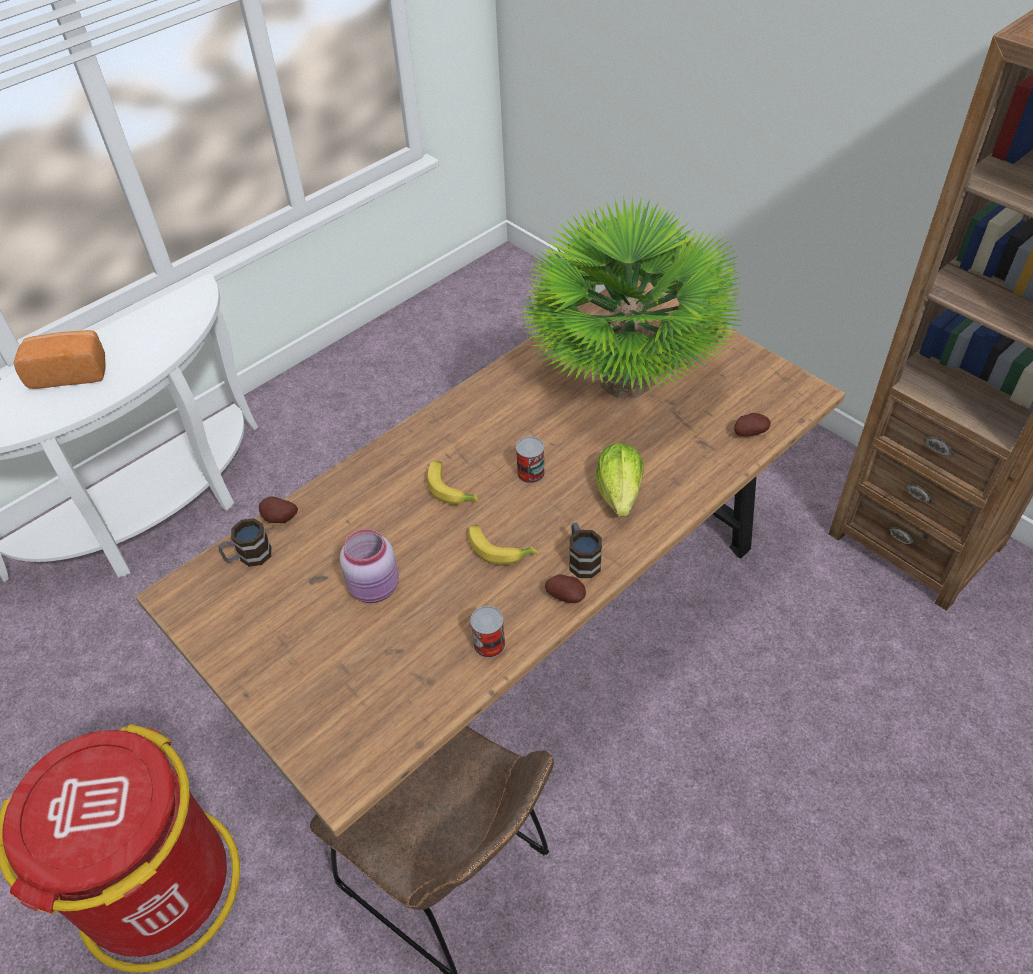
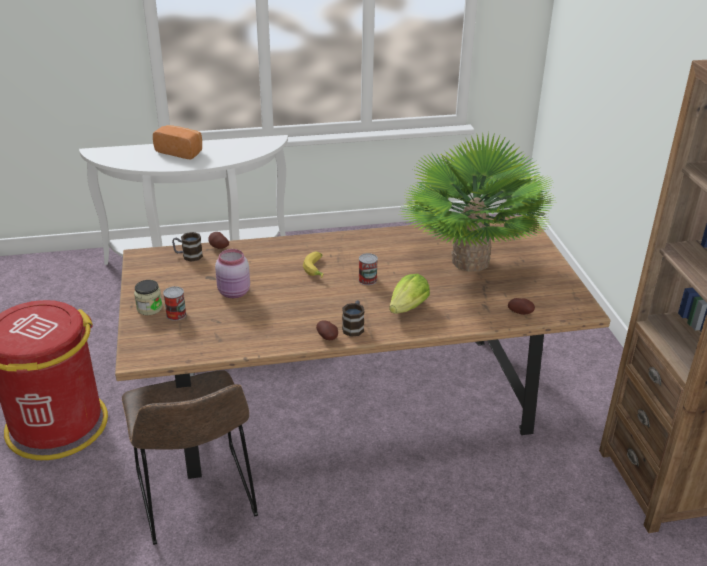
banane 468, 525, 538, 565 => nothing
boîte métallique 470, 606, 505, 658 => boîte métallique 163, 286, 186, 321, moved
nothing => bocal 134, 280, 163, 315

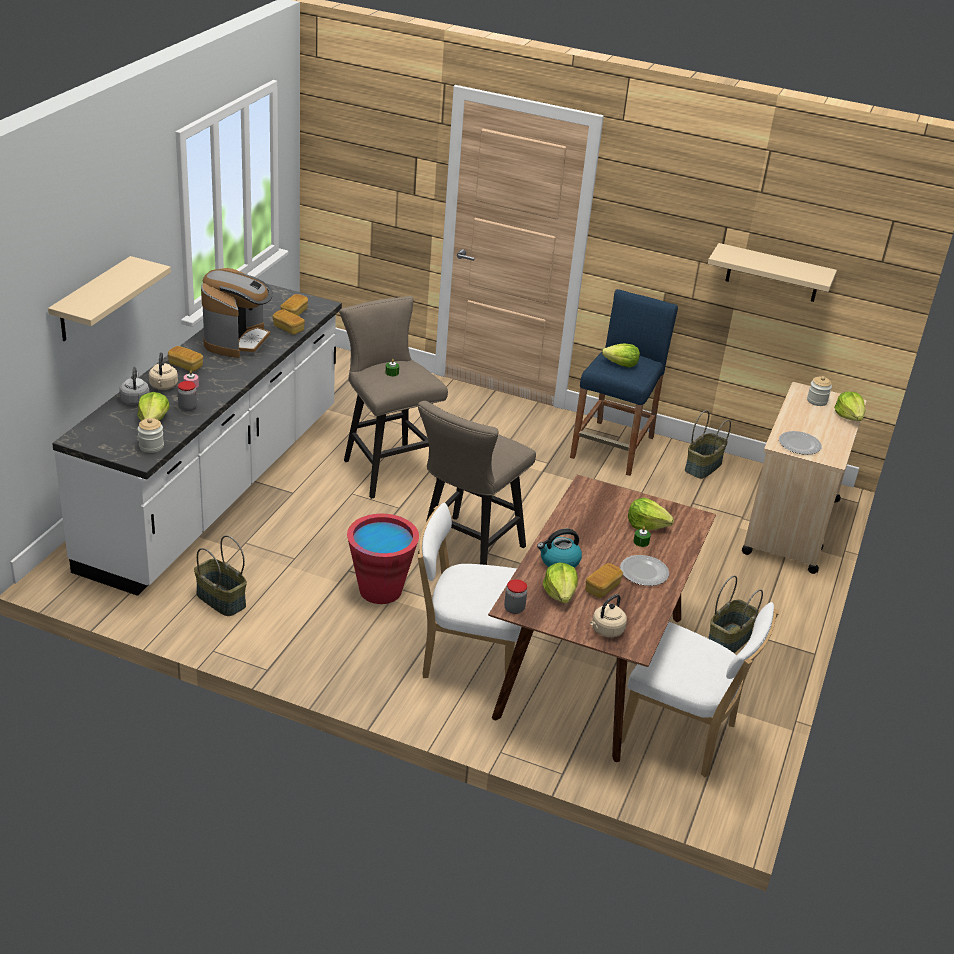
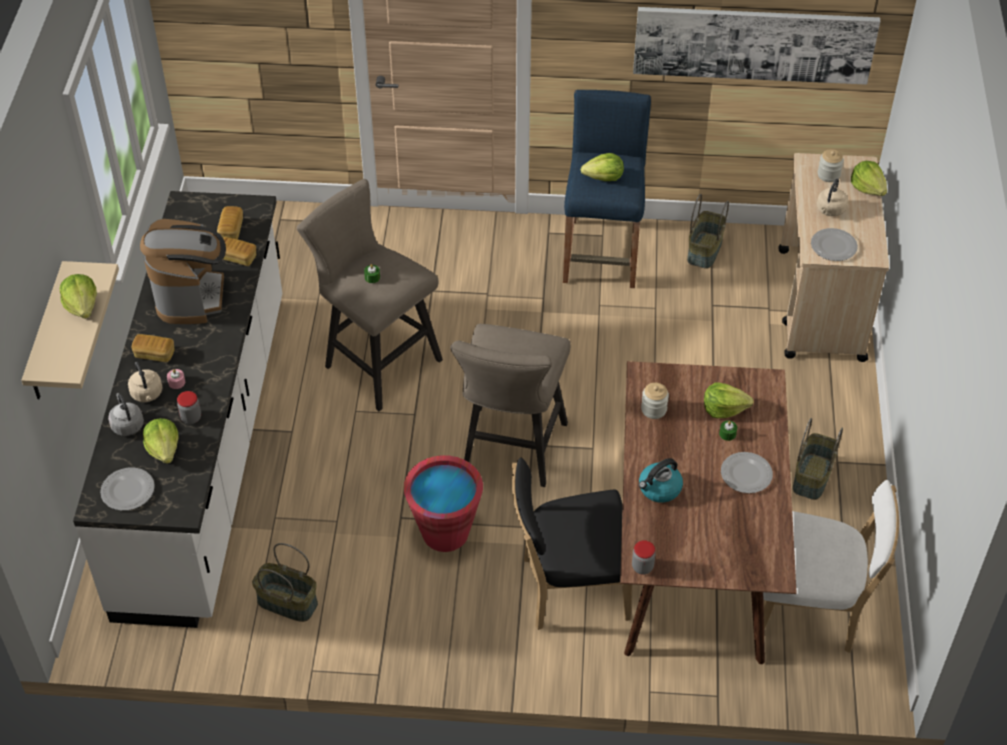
bocal 138, 418, 164, 453 => bocal 641, 383, 669, 419, moved
chaise/blanc 417, 503, 522, 678 => chaise/noir 511, 457, 632, 630
laitue 543, 562, 578, 603 => laitue 60, 274, 97, 319, moved
pain 585, 563, 623, 598 => nothing
bouilloire/beige 590, 594, 627, 637 => bouilloire/beige 817, 178, 848, 216, moved
étagère/beige 708, 243, 837, 302 => tableau 633, 7, 880, 85
nothing => assiette 100, 468, 155, 511

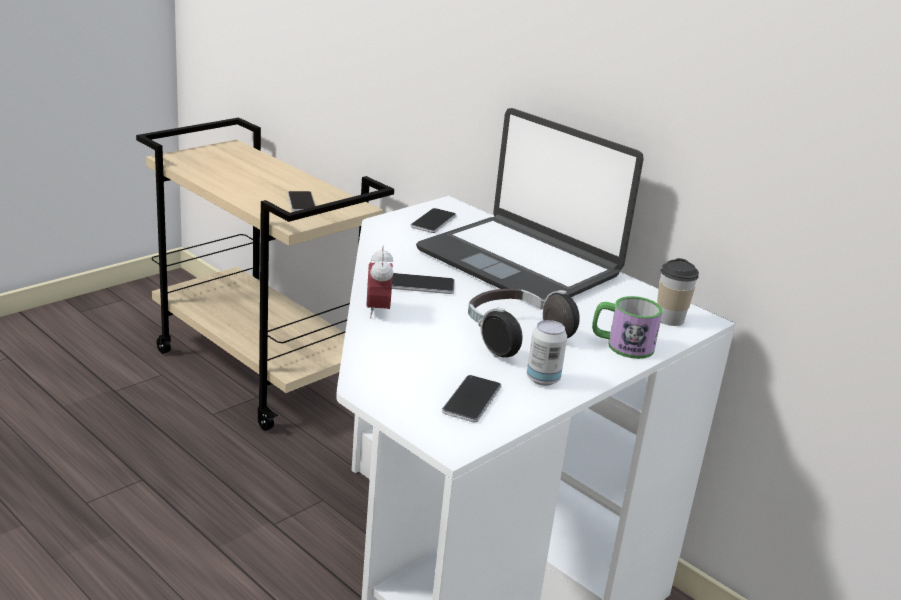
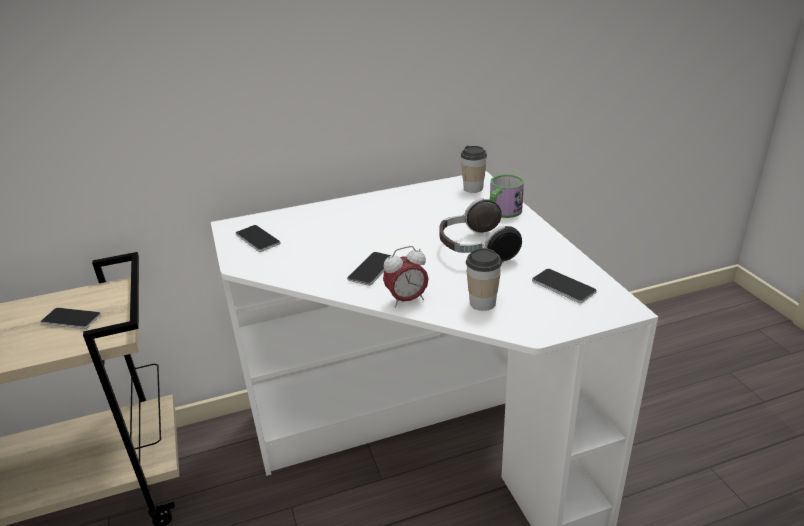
réveil 366, 246, 393, 319 => réveil 383, 246, 429, 308, 45 degrees counterclockwise
ordinateur portable 416, 108, 644, 300 => nothing
boîte métallique 527, 320, 567, 386 => nothing
nothing => tasse 466, 248, 502, 311

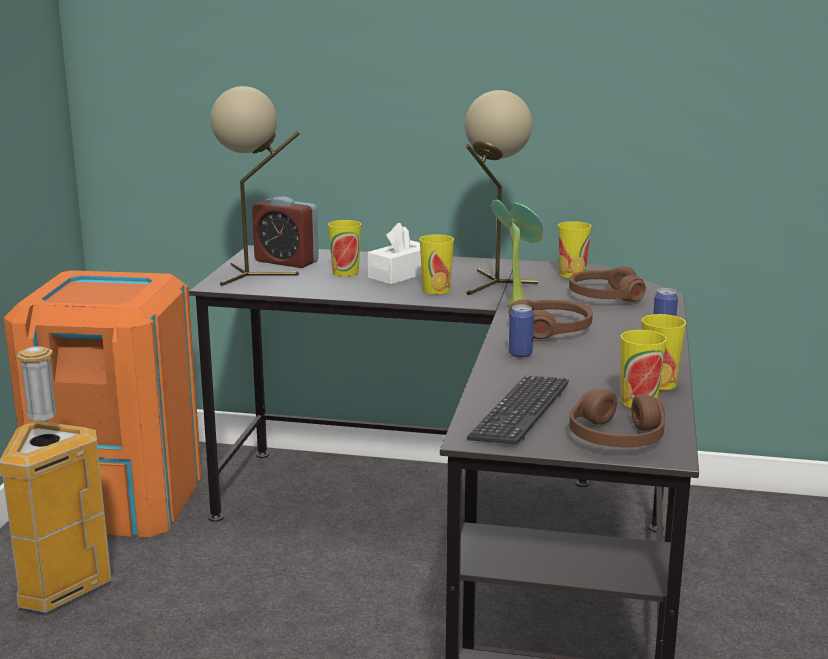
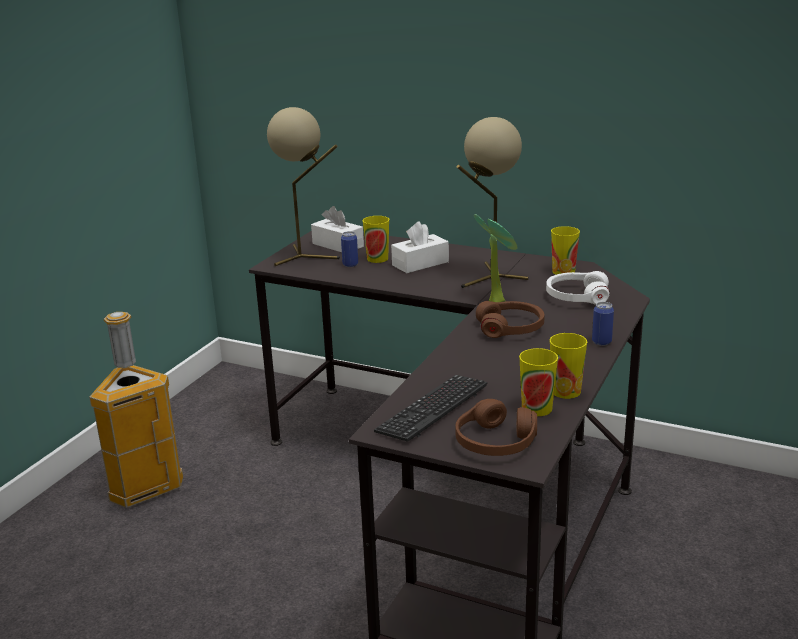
poubelle/orange 3, 270, 202, 538 => nothing
réveil 252, 196, 319, 268 => boîte à mouchoirs/blanc 311, 206, 364, 252
tasse 420, 235, 454, 294 => nothing
boîte métallique 509, 305, 534, 358 => boîte métallique 341, 231, 358, 267, moved
casque audio/marron 569, 266, 646, 302 => casque audio/blanc 546, 271, 610, 305

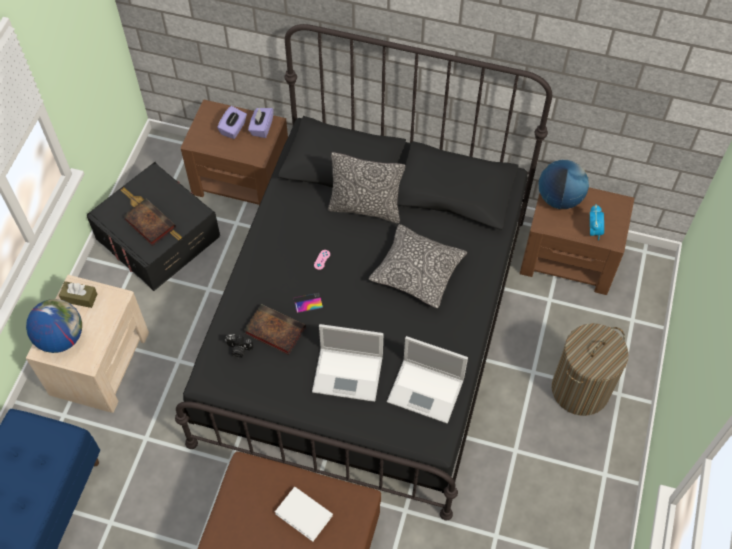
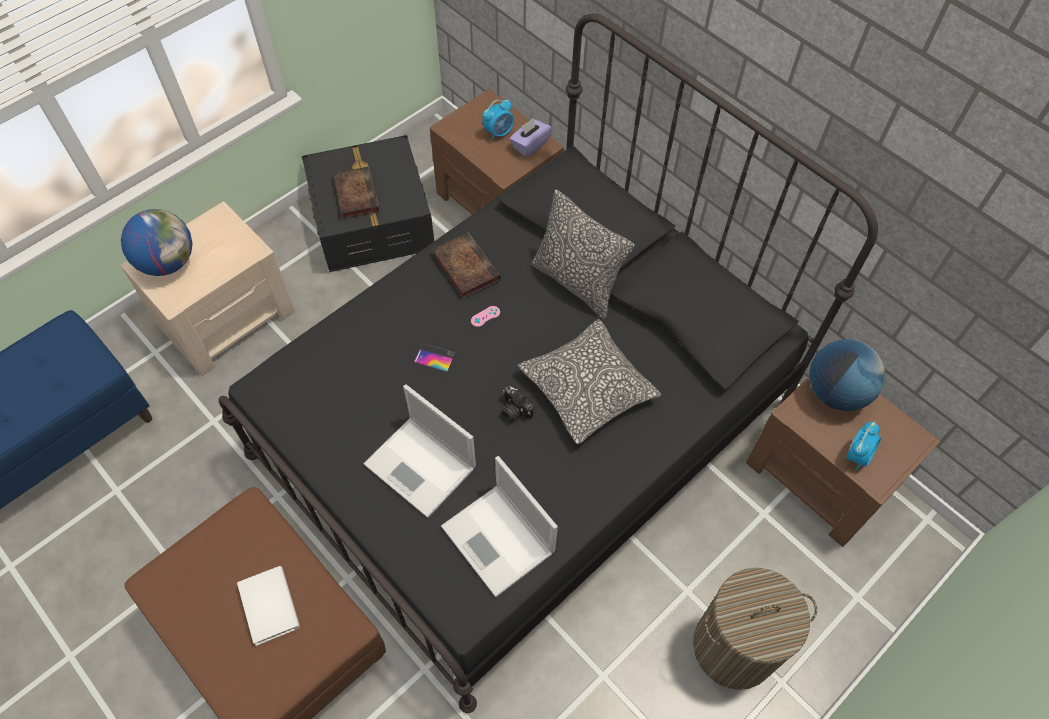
boîte à mouchoirs/marron 59, 281, 97, 308 => nothing
boîte à mouchoirs/violet 217, 106, 247, 139 => réveil 482, 100, 514, 141
appareil photo 225, 334, 253, 358 => appareil photo 502, 386, 533, 422, moved
livre 244, 304, 306, 355 => livre 432, 232, 501, 299, moved

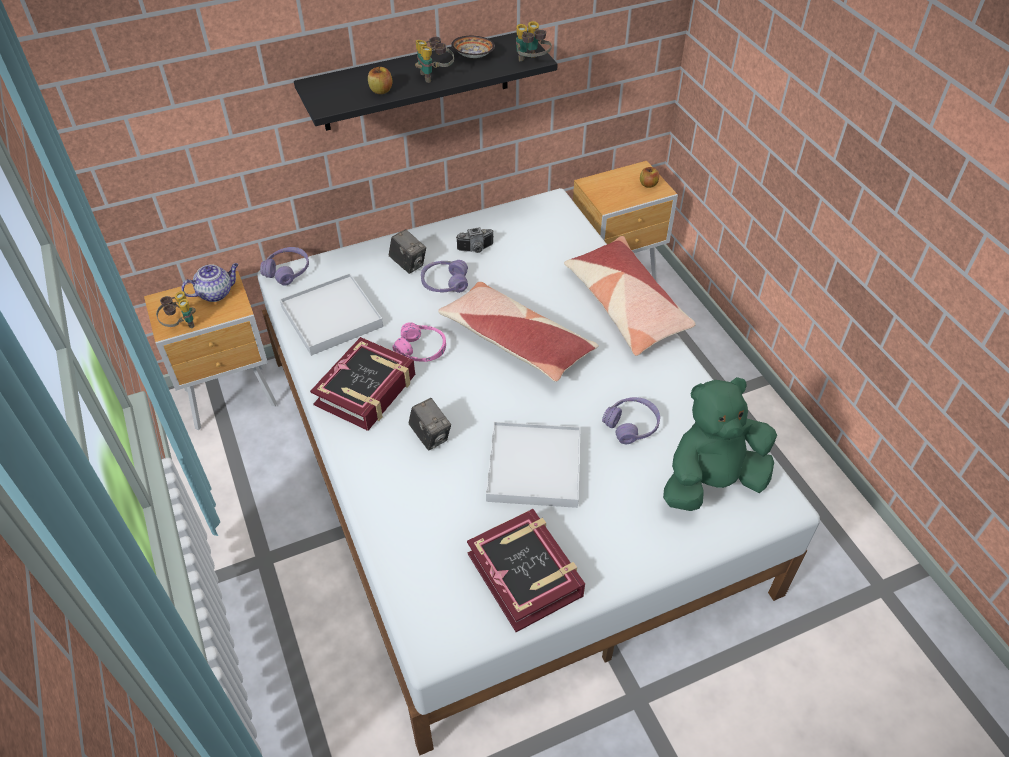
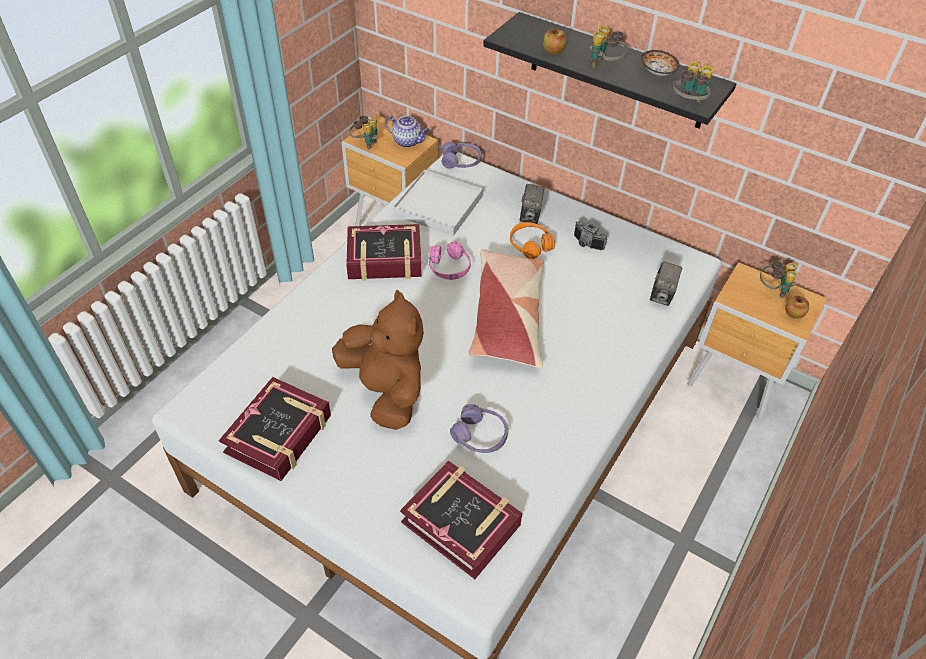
appareil photo 409, 398, 451, 450 => appareil photo 650, 261, 682, 306, moved
casque audio/violet 421, 260, 468, 293 => casque audio/orange 510, 222, 555, 259
plateau/blanc 486, 422, 581, 508 => peluche/marron 332, 290, 424, 430
coussin 564, 236, 696, 356 => nothing
peluche/vert 663, 377, 777, 511 => livre 400, 461, 522, 579
nothing => jumelles 760, 260, 797, 298

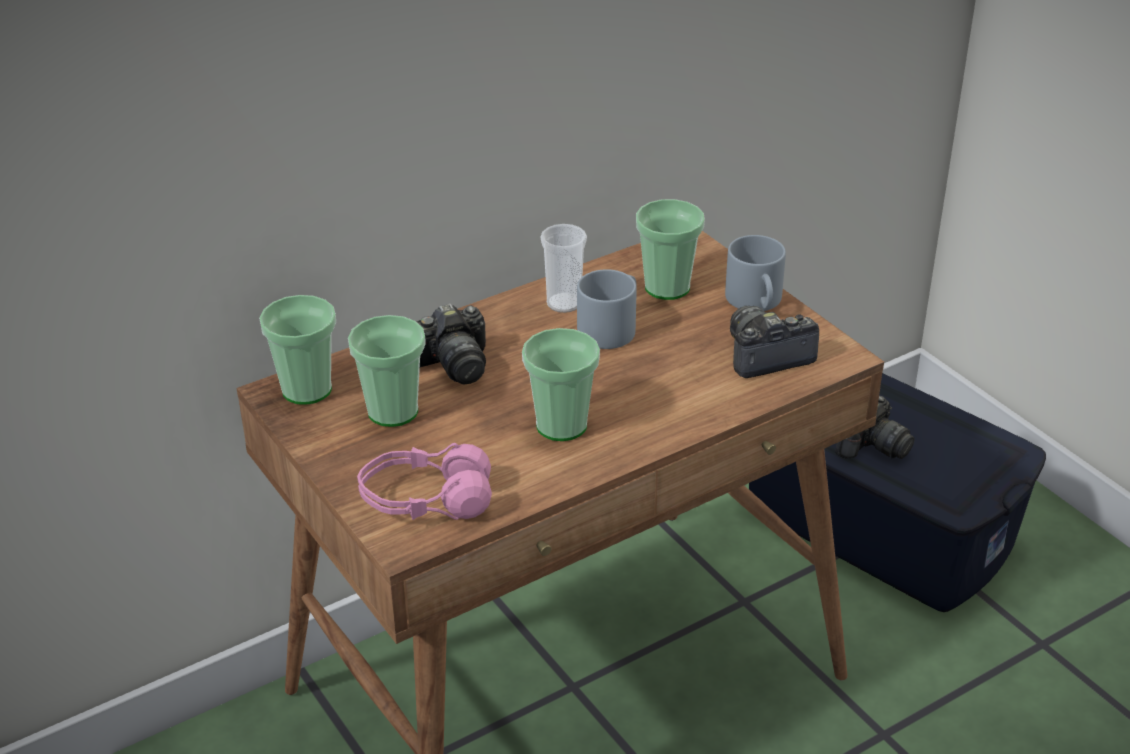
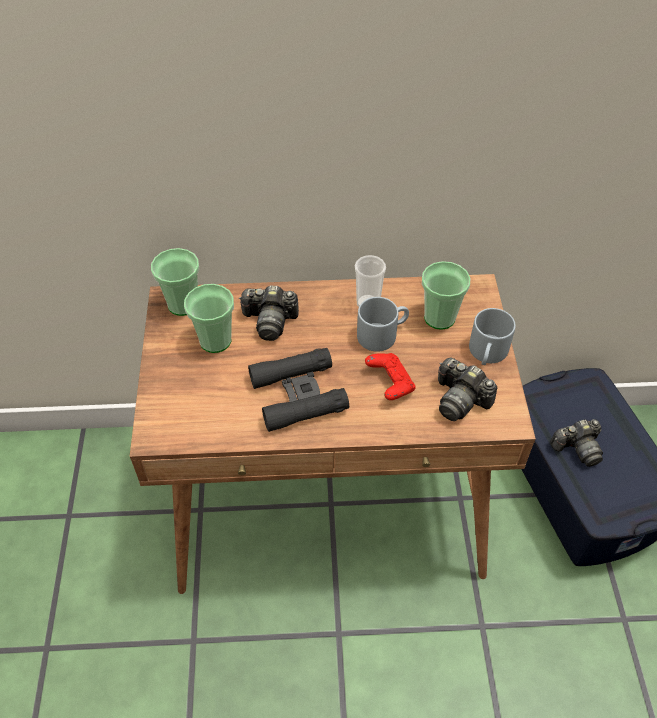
casque audio/rose 357, 443, 492, 520 => nothing
tasse 522, 328, 600, 441 => jumelles/noir 248, 348, 349, 432
appareil photo 730, 306, 819, 378 => appareil photo 438, 358, 497, 421, 150 degrees counterclockwise
nothing => manette/rouge 365, 353, 416, 400

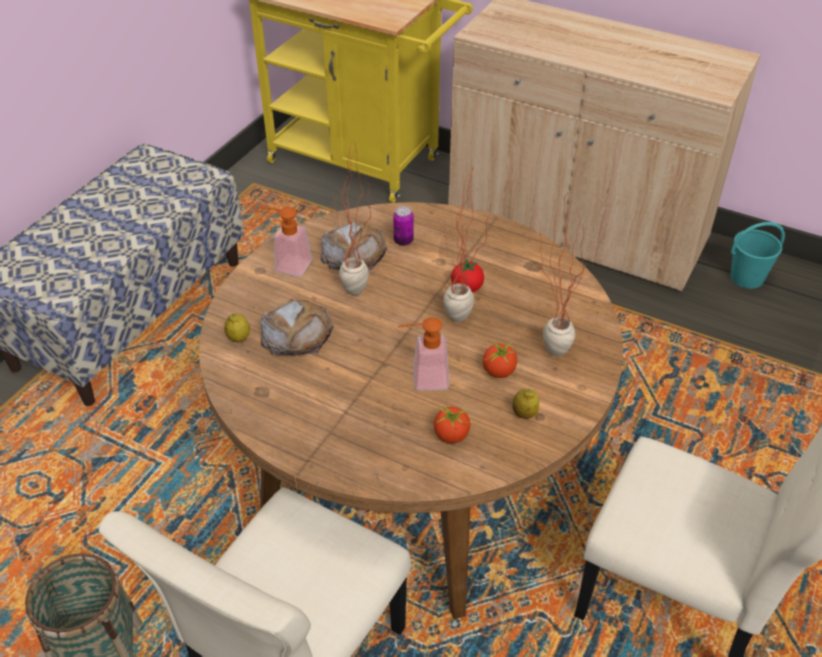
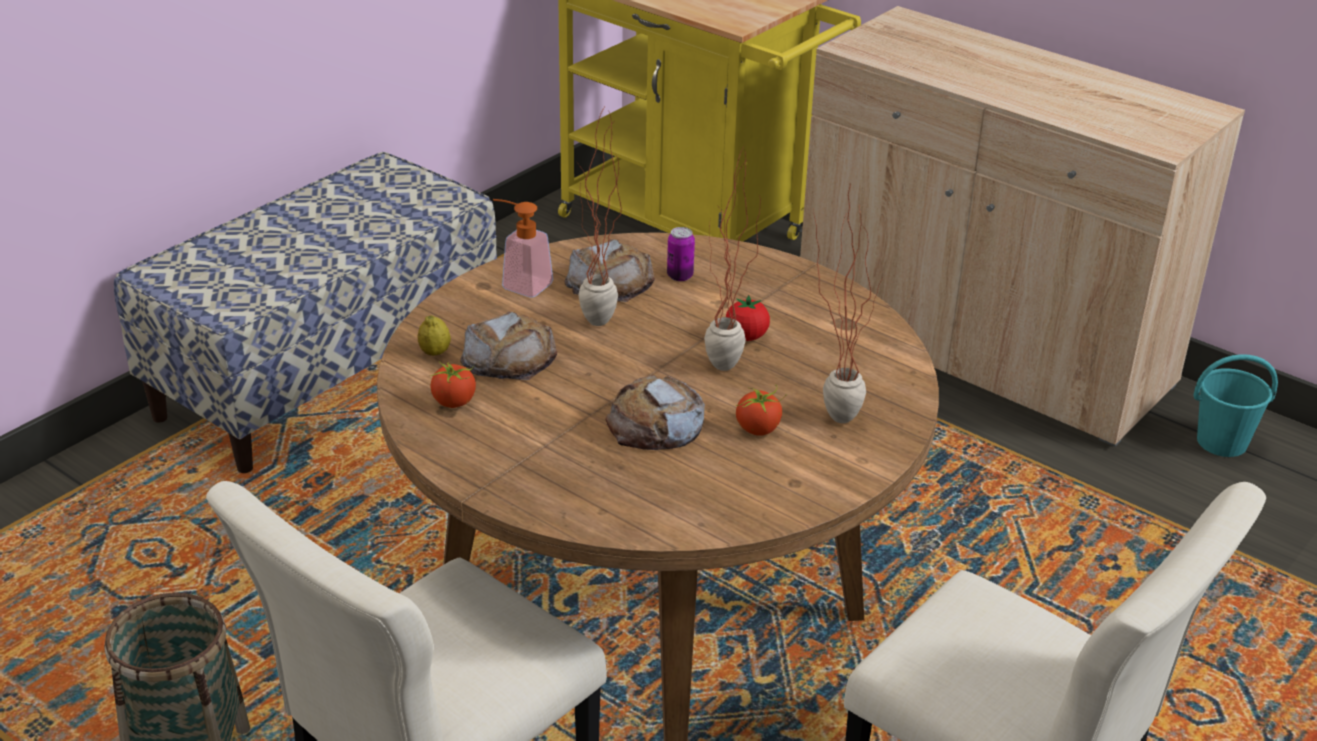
distributeur de savon 398, 317, 449, 391 => pain 605, 375, 705, 450
tomate 434, 406, 471, 443 => tomate 430, 361, 476, 408, moved
citron 512, 388, 539, 419 => nothing

